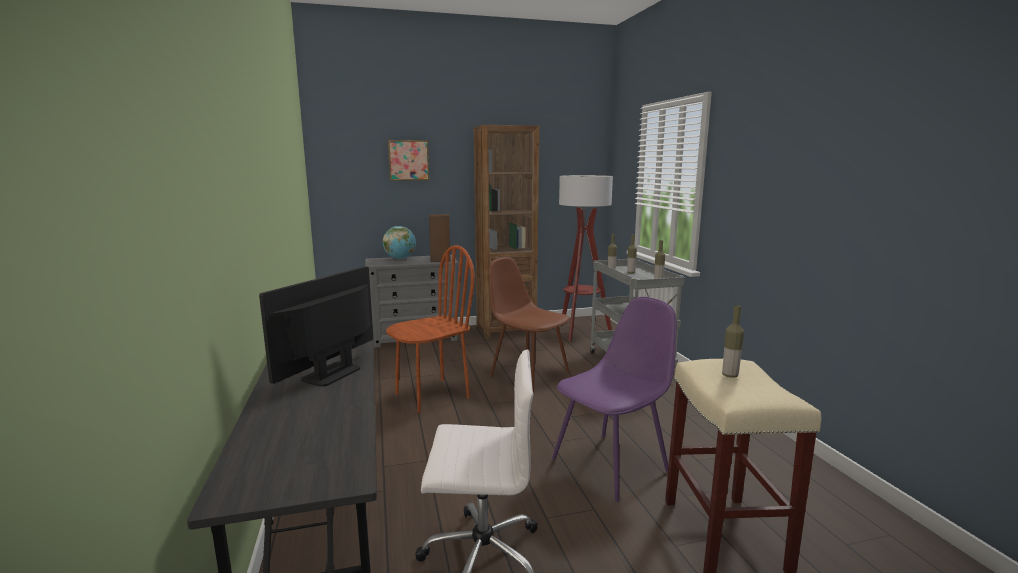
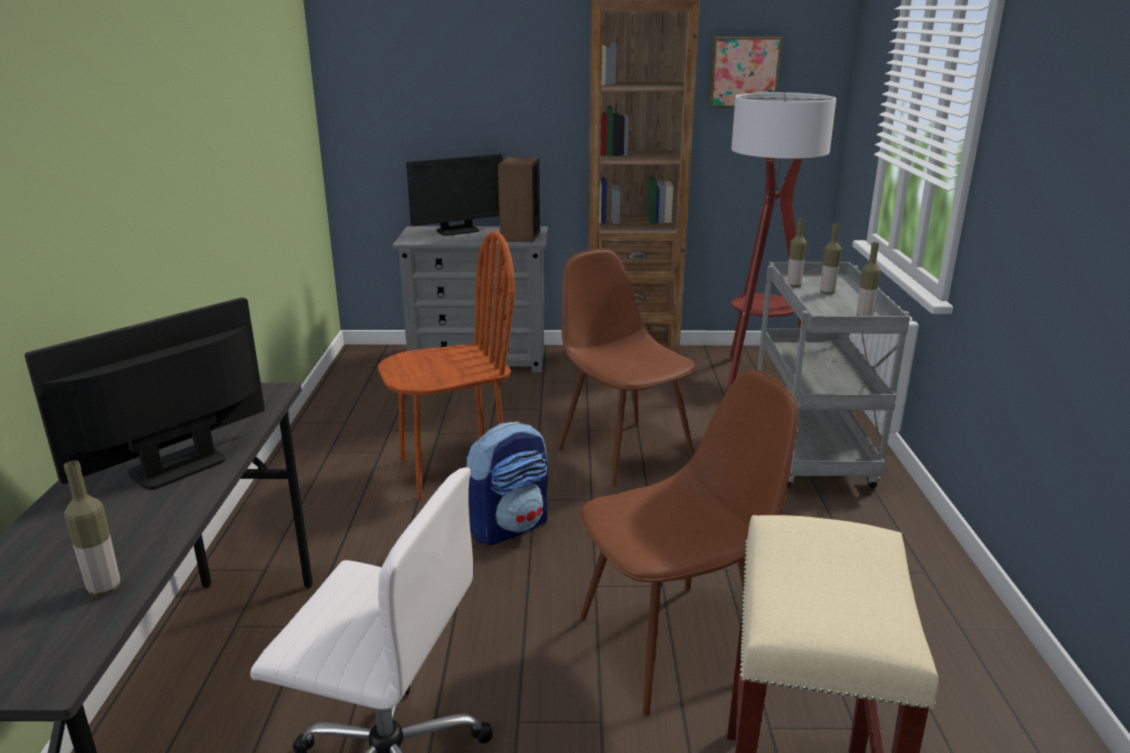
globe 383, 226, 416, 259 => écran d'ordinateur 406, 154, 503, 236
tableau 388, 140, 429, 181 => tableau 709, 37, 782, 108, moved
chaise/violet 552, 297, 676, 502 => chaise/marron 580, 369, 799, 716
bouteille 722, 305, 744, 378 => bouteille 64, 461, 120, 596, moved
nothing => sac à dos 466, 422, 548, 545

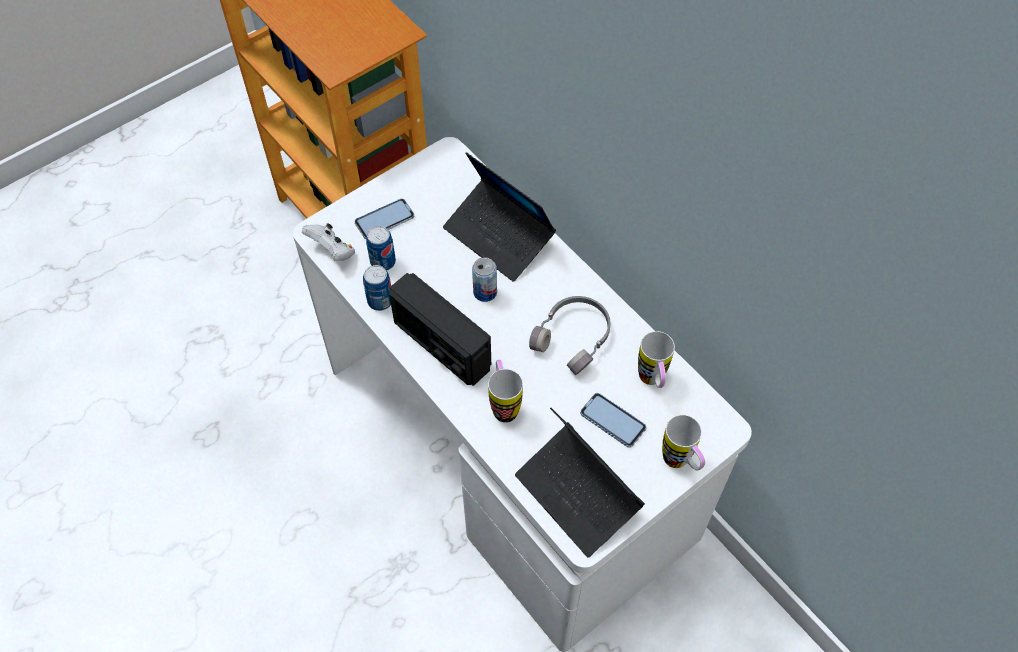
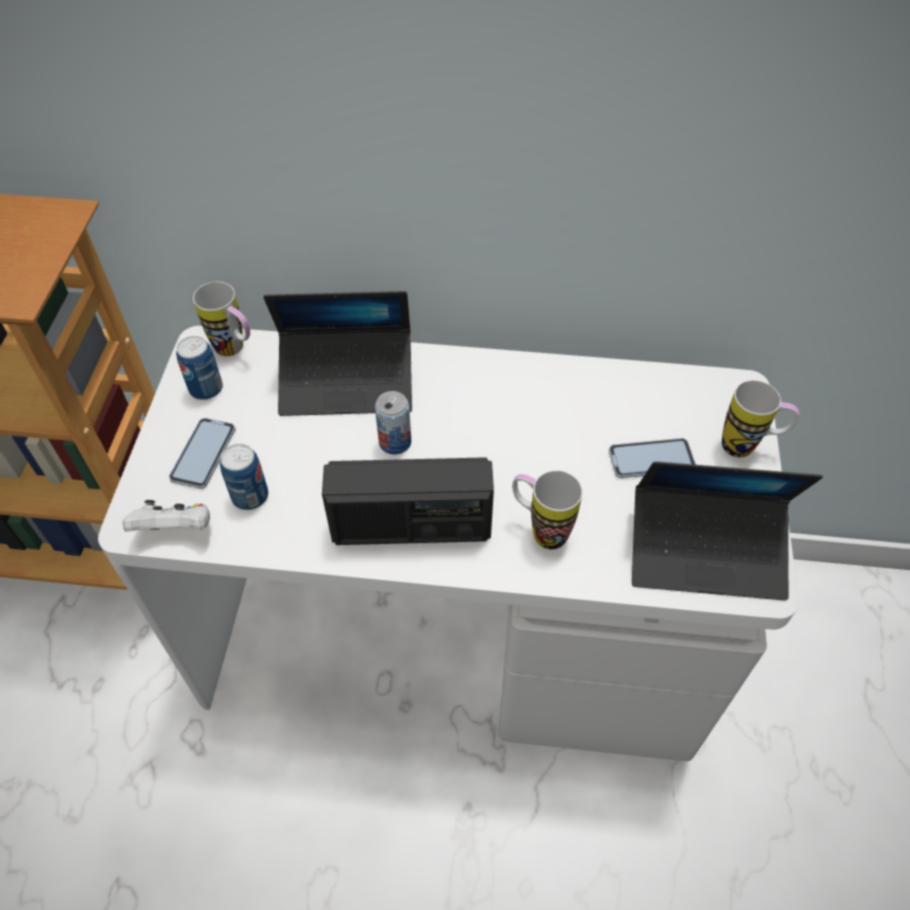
boîte métallique 363, 265, 391, 311 => boîte métallique 176, 336, 223, 400, moved
casque audio/gris 529, 296, 610, 375 => nothing
mug 638, 331, 675, 388 => mug 193, 282, 250, 356, moved

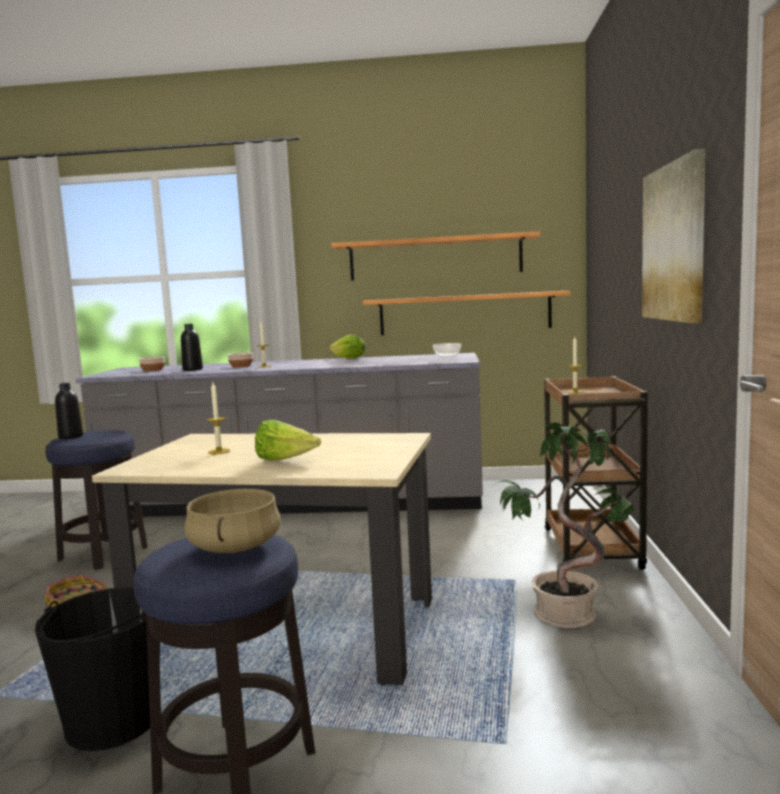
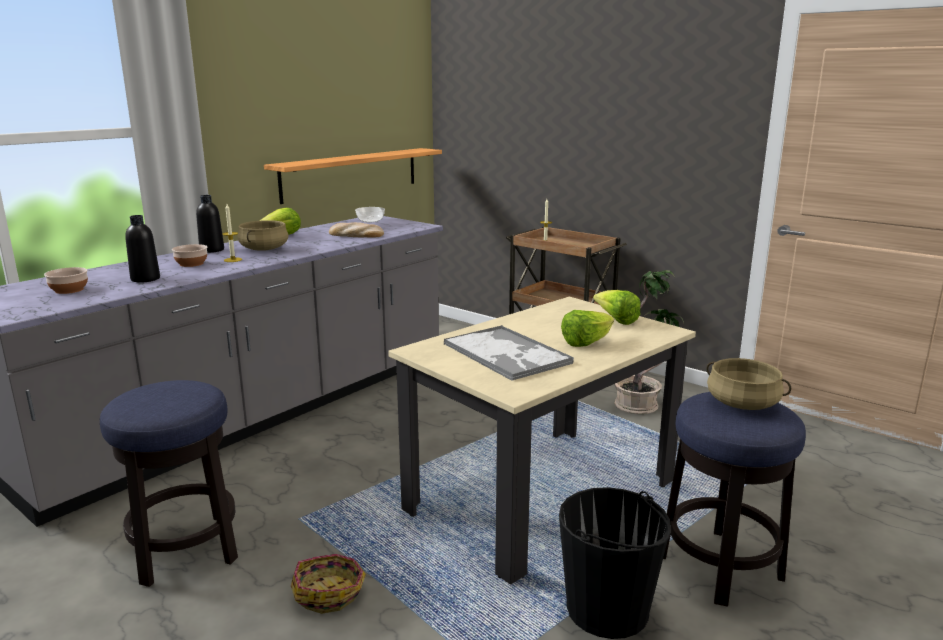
bouteille/noir 55, 383, 83, 439 => bouteille/noir 196, 195, 224, 253, moved
bougie 207, 382, 230, 454 => plateau 444, 325, 574, 381
étagère 331, 231, 540, 281 => nothing
tableau 642, 149, 706, 323 => nothing
nothing => marmite/beige 237, 220, 289, 251
nothing => pain 329, 222, 384, 238
nothing => laitue 593, 290, 640, 325

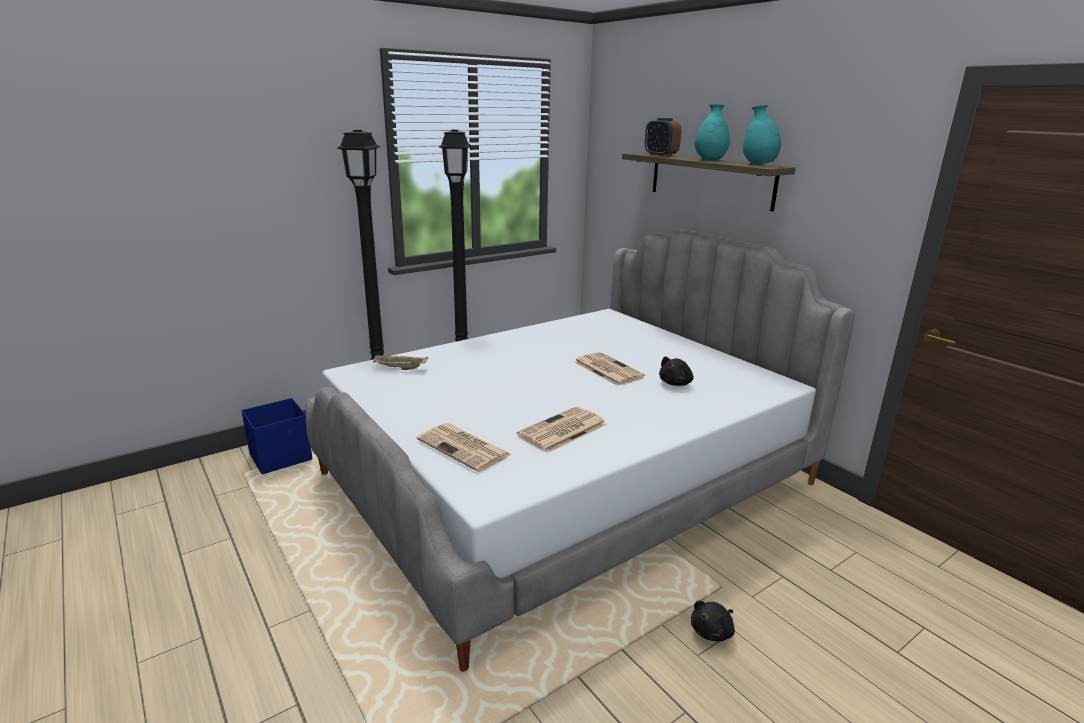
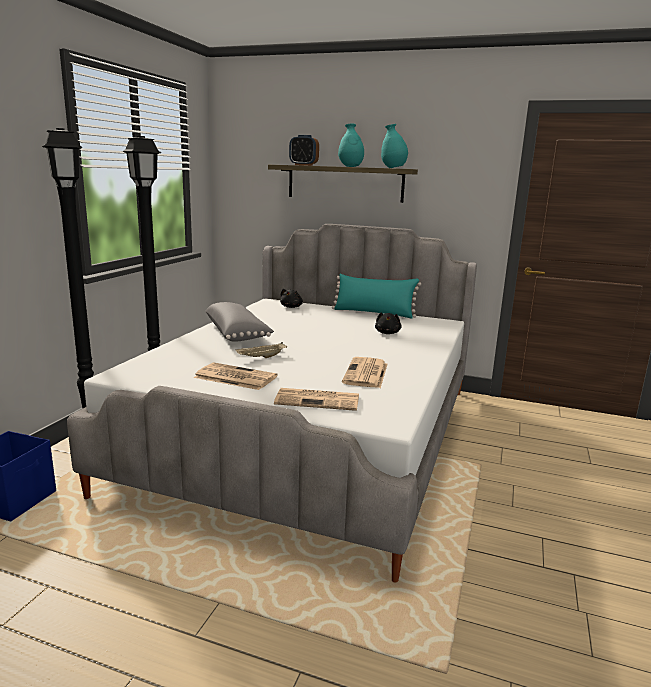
plateau/beige 373, 355, 428, 370 => plateau/beige 236, 342, 287, 358, moved
journal 574, 352, 645, 386 => journal 194, 363, 277, 390, moved
peluche/noir 691, 601, 735, 642 => peluche/noir 280, 289, 303, 308, moved
nothing => coussin/gris 206, 302, 274, 341
nothing => coussin/turquoise 332, 274, 421, 319

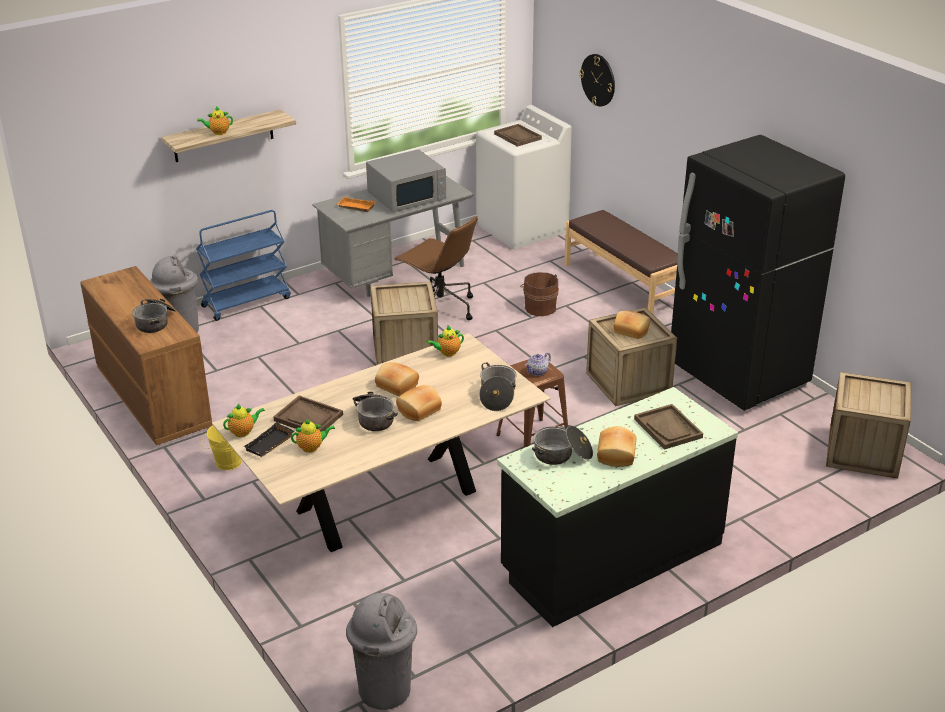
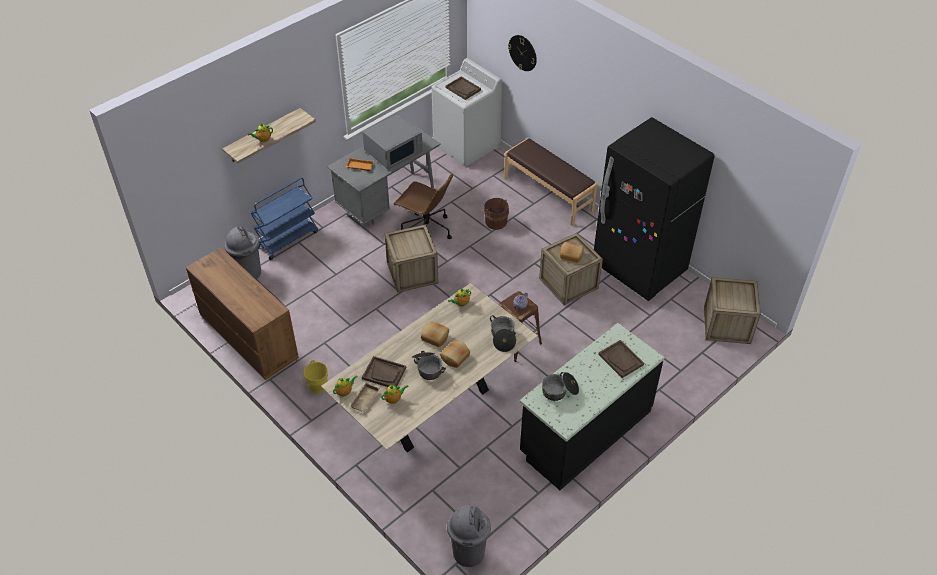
marmite 133, 299, 176, 333 => nothing
plateau/noir 244, 422, 294, 457 => plateau/beige 350, 383, 380, 412
pain 597, 426, 636, 467 => nothing

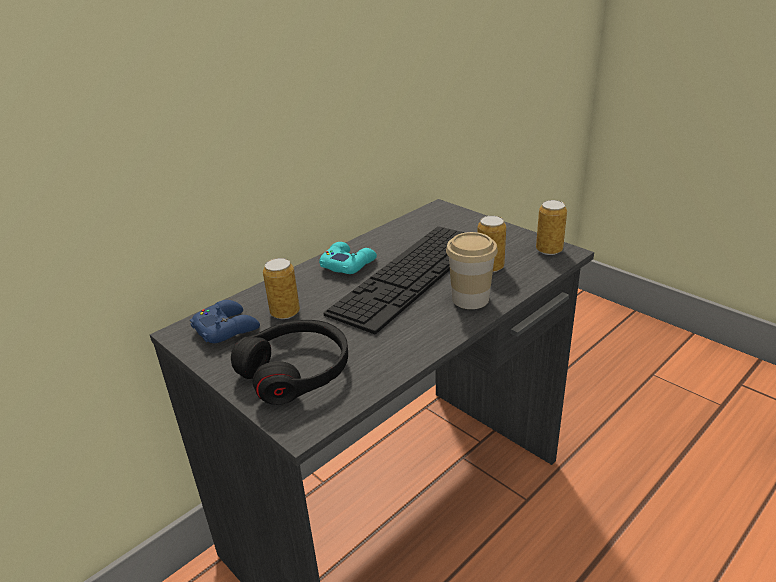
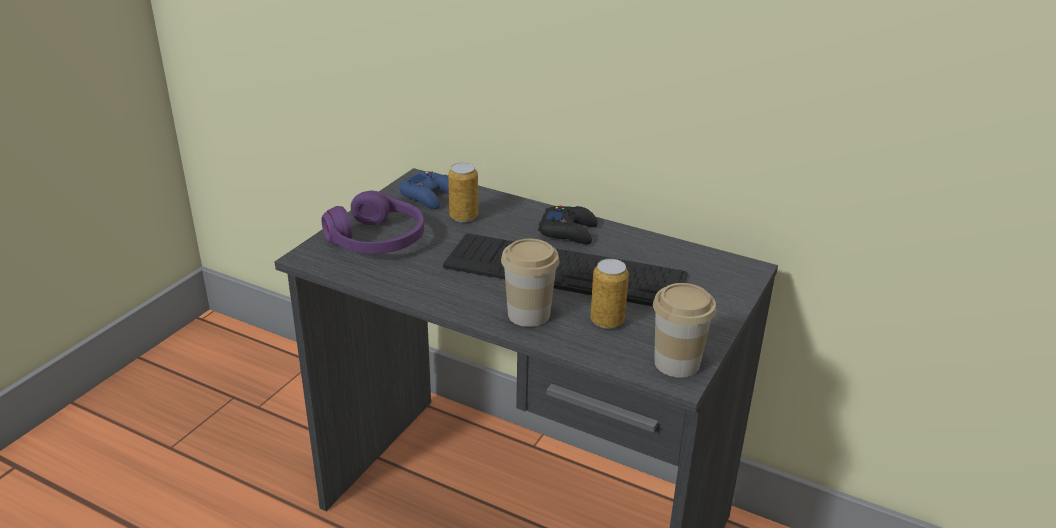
casque audio/noir 231, 320, 348, 405 => casque audio/violet 321, 191, 424, 254
manette/turquoise 319, 242, 377, 274 => manette/noir 538, 206, 598, 244
boîte métallique 536, 200, 567, 255 => tasse 653, 283, 716, 378

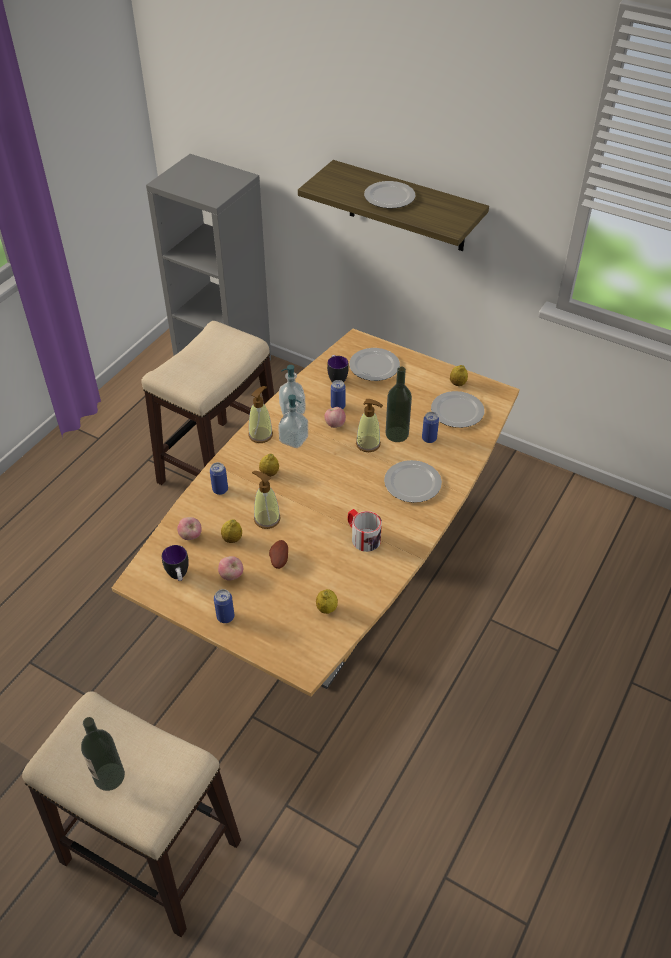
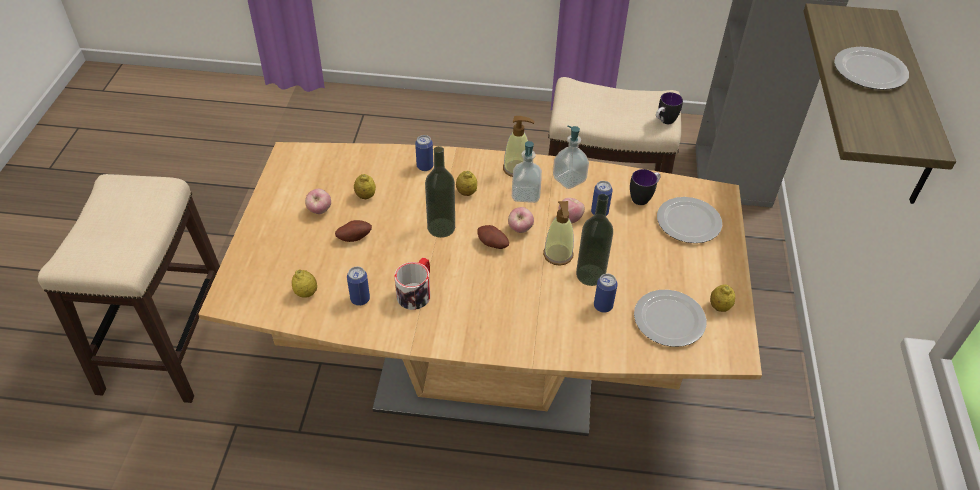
bouteille 81, 717, 125, 791 => bouteille 425, 146, 455, 238, moved
mug 162, 545, 189, 581 => mug 656, 92, 683, 124, moved
pomme 177, 517, 202, 540 => pomme 508, 207, 534, 233, moved
boîte métallique 214, 589, 234, 623 => boîte métallique 347, 266, 370, 306, moved
distributeur de savon 252, 471, 281, 529 => nothing
assiette 384, 460, 442, 503 => nothing
nothing => pomme de terre 477, 225, 509, 249

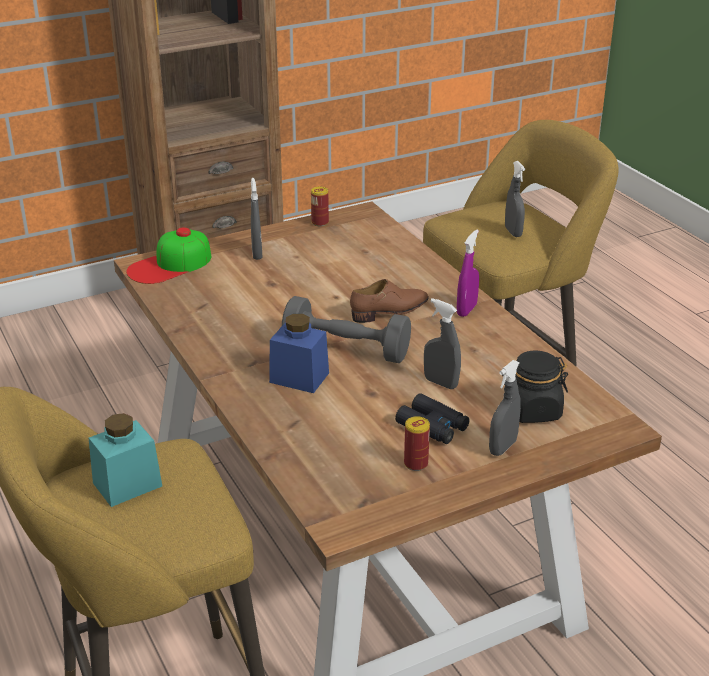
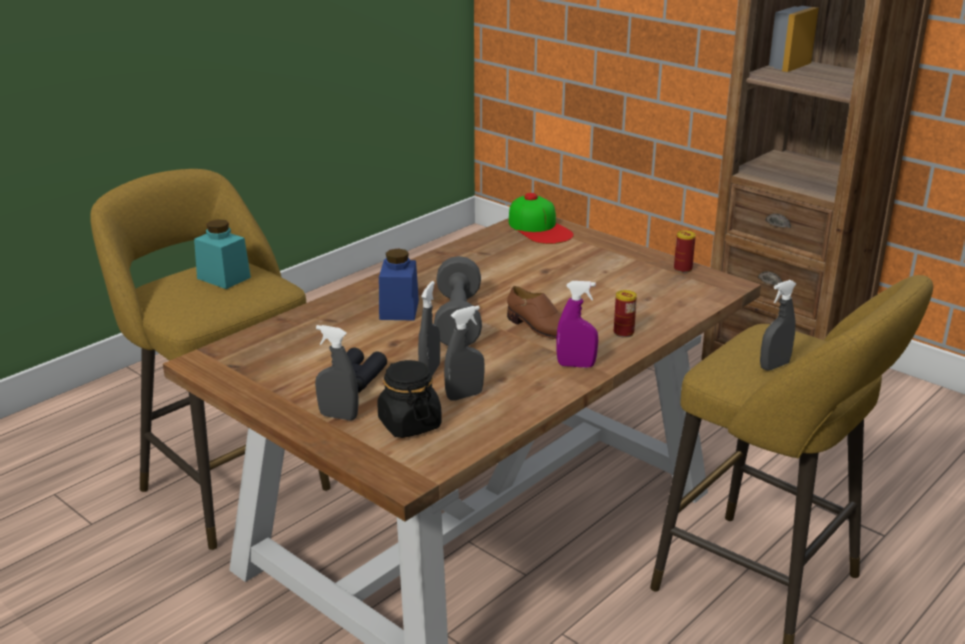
casquette 126, 227, 211, 284 => casquette 509, 193, 574, 244, 150 degrees counterclockwise
vaporisateur/gris 251, 178, 263, 260 => vaporisateur/gris 444, 306, 485, 401, moved
boîte métallique 404, 416, 430, 471 => boîte métallique 614, 290, 637, 338, moved

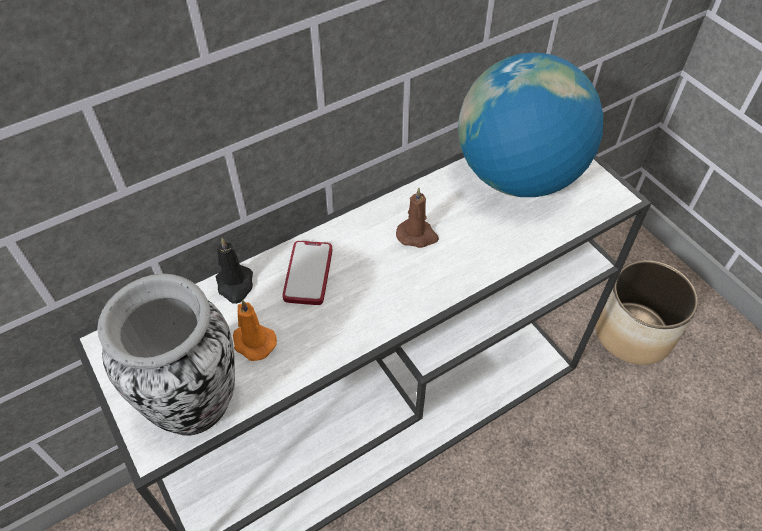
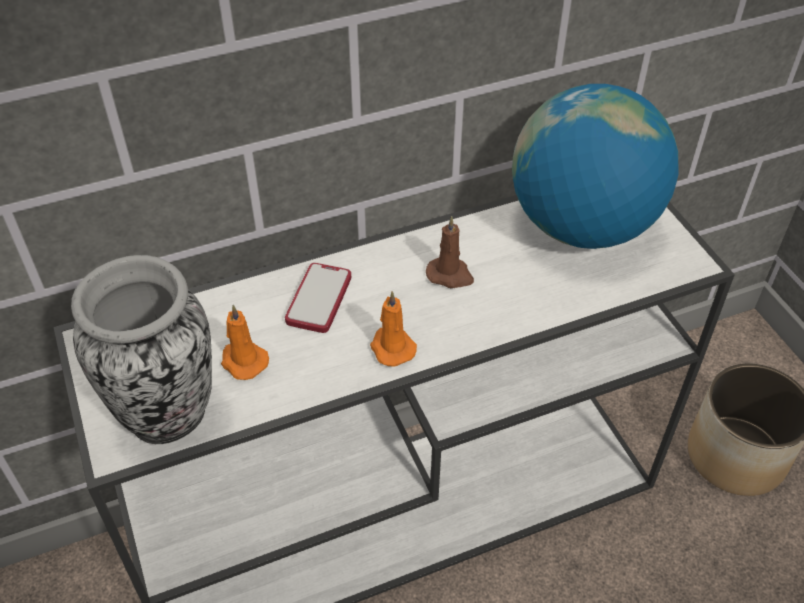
bougie/noir 216, 238, 253, 304 => nothing
nothing => bougie/orange 370, 291, 417, 367

